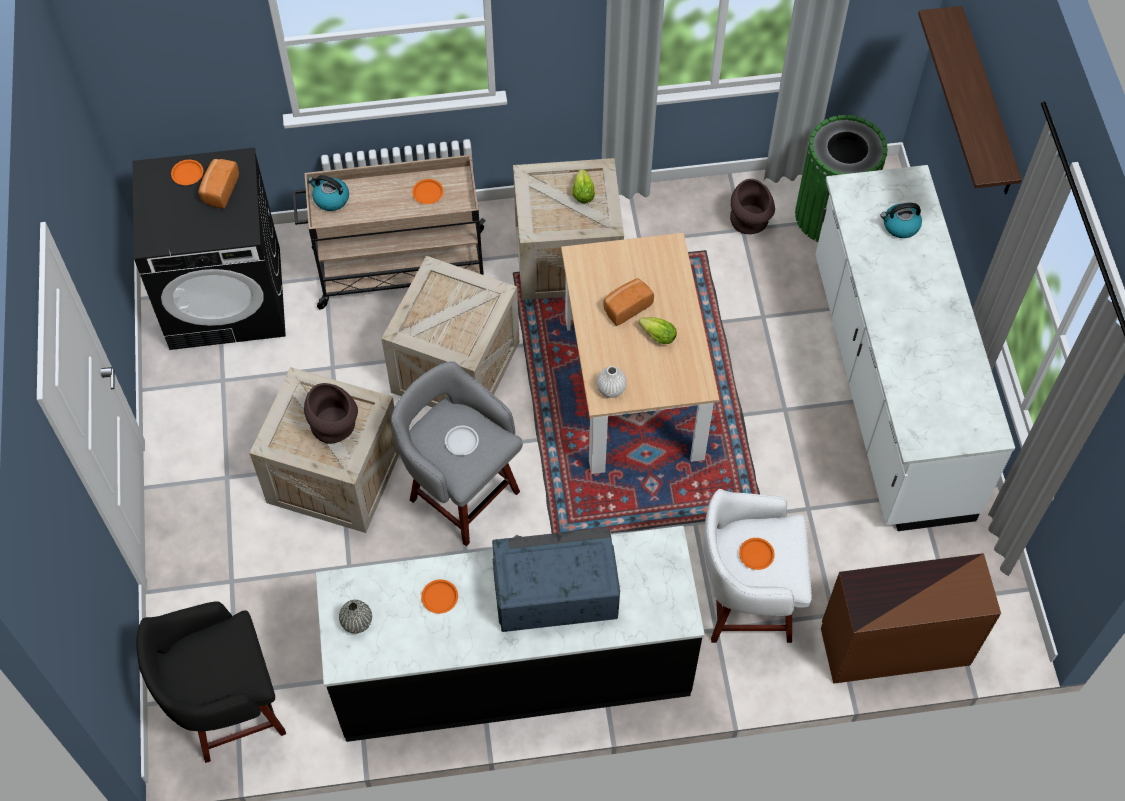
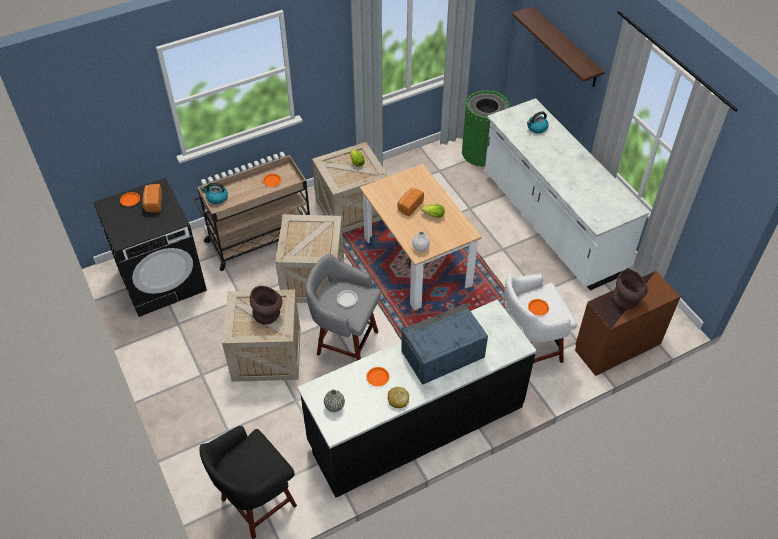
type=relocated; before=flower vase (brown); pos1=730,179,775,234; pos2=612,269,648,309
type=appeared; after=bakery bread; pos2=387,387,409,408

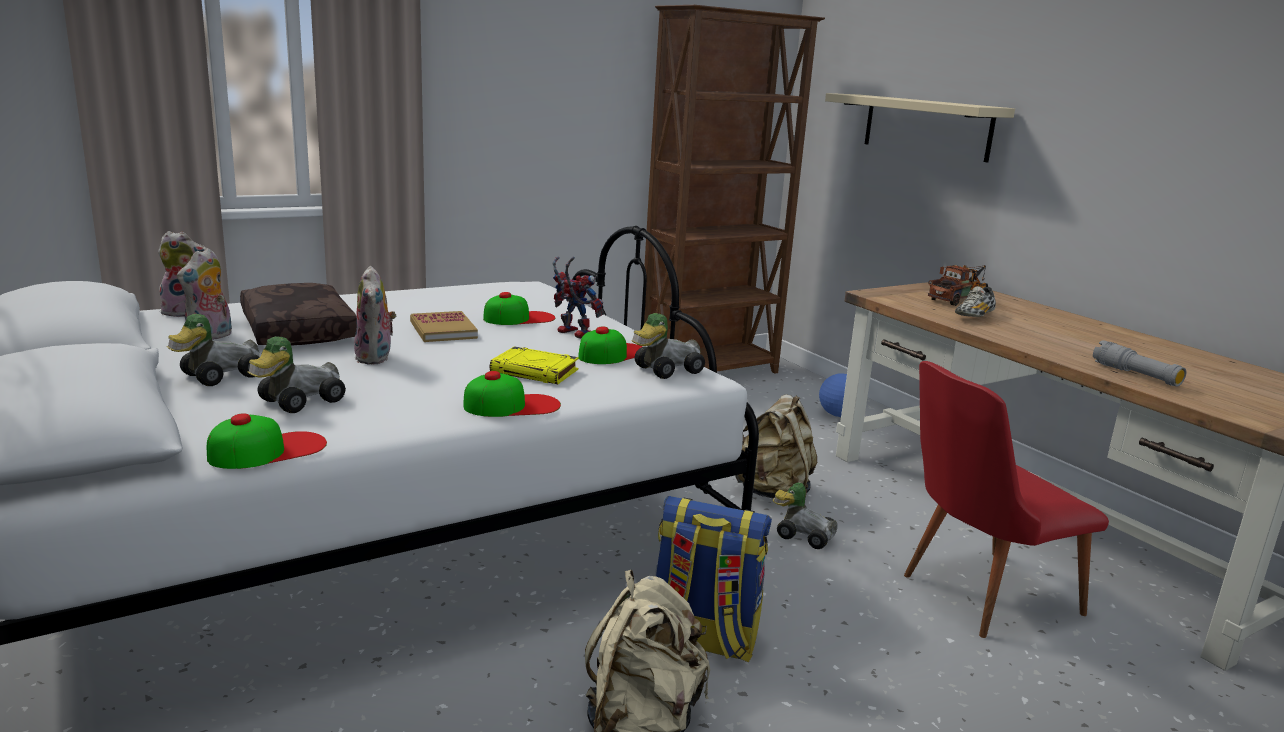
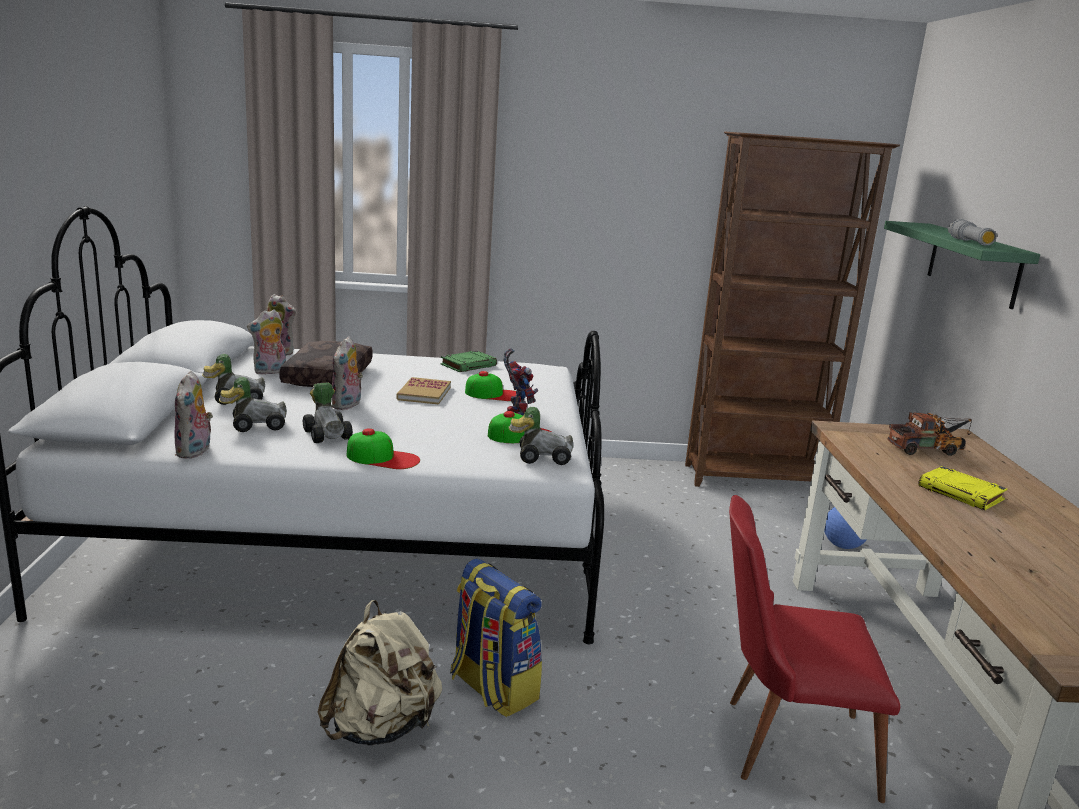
type=colour; before=wall shelf (beige); after=wall shelf (greenish); pos1=825,93,1015,162; pos2=884,221,1040,309
type=missing; before=item of footwear; pos1=955,286,996,317
type=relocated; before=torch (greyish); pos1=1093,340,1187,386; pos2=948,219,997,246
type=relocated; before=book (yellow); pos1=490,346,579,384; pos2=918,466,1007,510
type=missing; before=backpack (beige); pos1=735,394,817,499
type=exchanged; before=cap; after=cuddly toy; pos1=207,413,327,469; pos2=175,371,213,459
type=relocated; before=model car; pos1=773,482,837,549; pos2=303,382,353,443
type=appeared; after=book (greenish); pos2=440,351,497,372

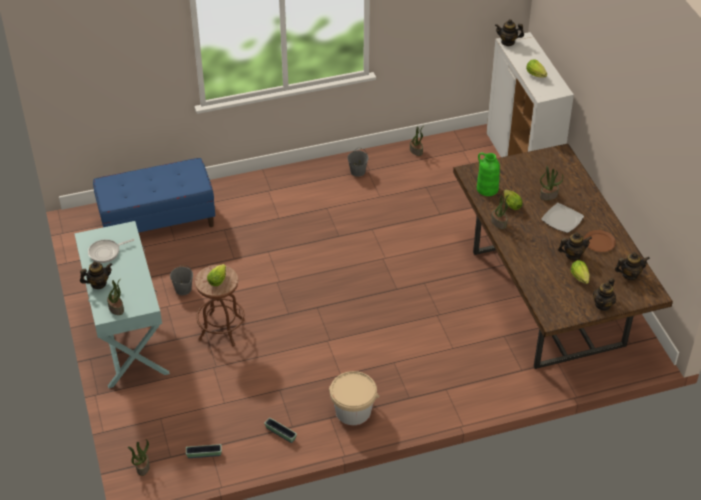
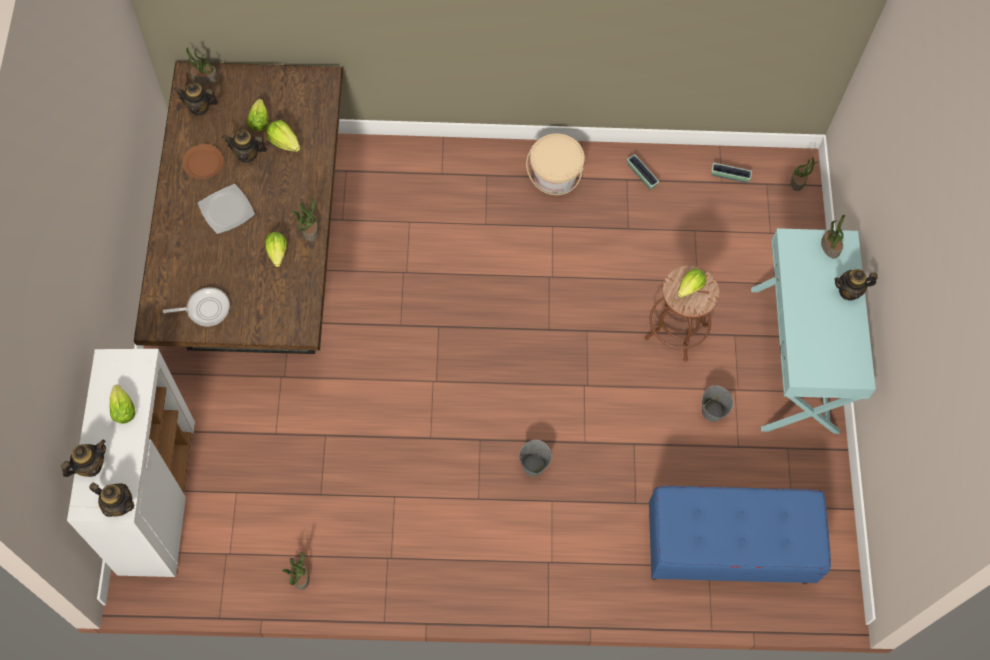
type=relocated; before=bucket (greyish); pos1=348,148,369,177; pos2=519,440,552,476
type=missing; before=flower vase (greenish); pos1=477,152,500,196
type=relocated; before=potted plant; pos1=540,166,563,200; pos2=186,47,218,85
type=relocated; before=frying pan; pos1=88,239,134,263; pos2=163,287,230,327
type=relocated; before=tea pot; pos1=593,278,616,311; pos2=61,440,106,477
type=appeared; after=head of lettuce; pos2=266,120,300,152

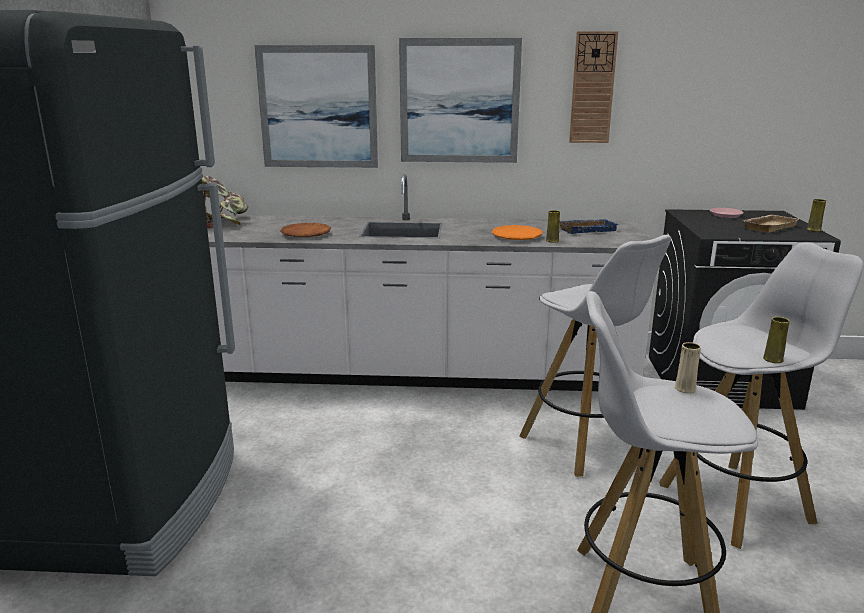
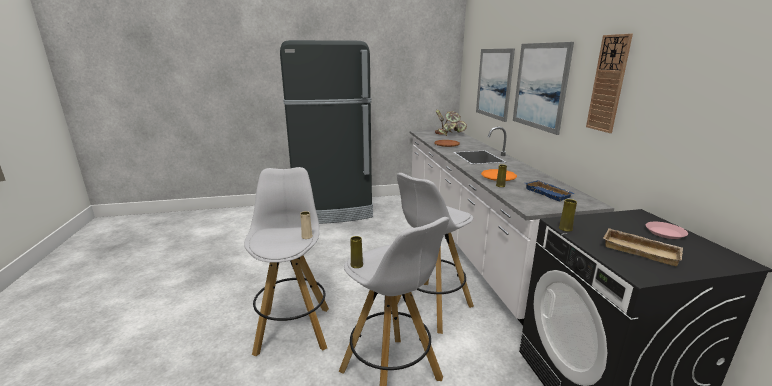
type=relocated; before=flower vase (yellow); pos1=807,199,826,232; pos2=559,199,577,232

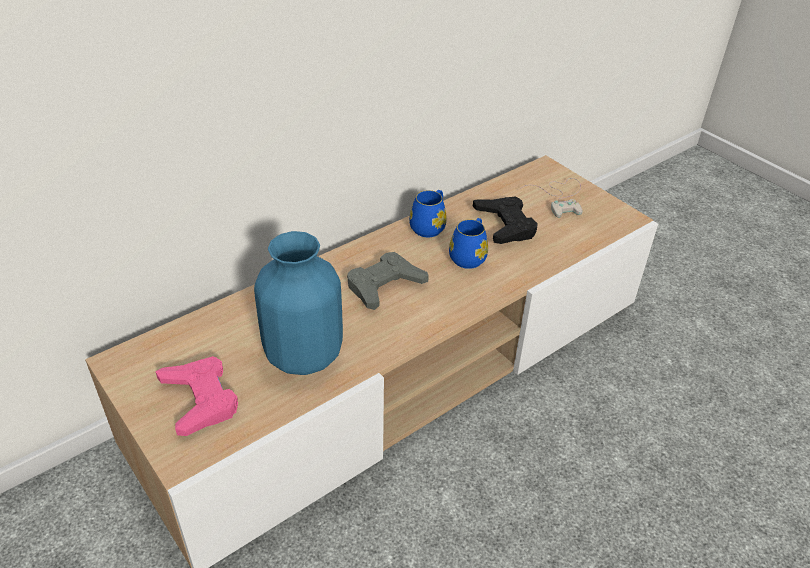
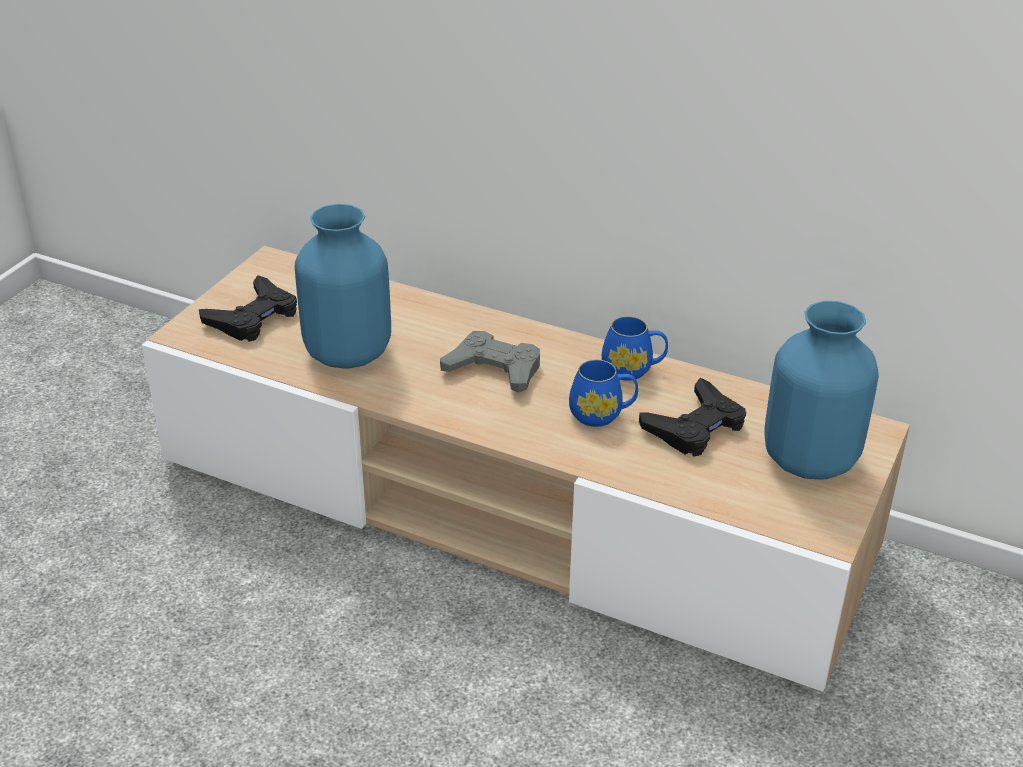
type=exchanged; before=game controller (white); after=flower vase (blue); pos1=520,178,583,218; pos2=764,301,879,479
type=colour; before=game controller (pink); after=game controller (black); pos1=155,356,238,436; pos2=199,275,297,342

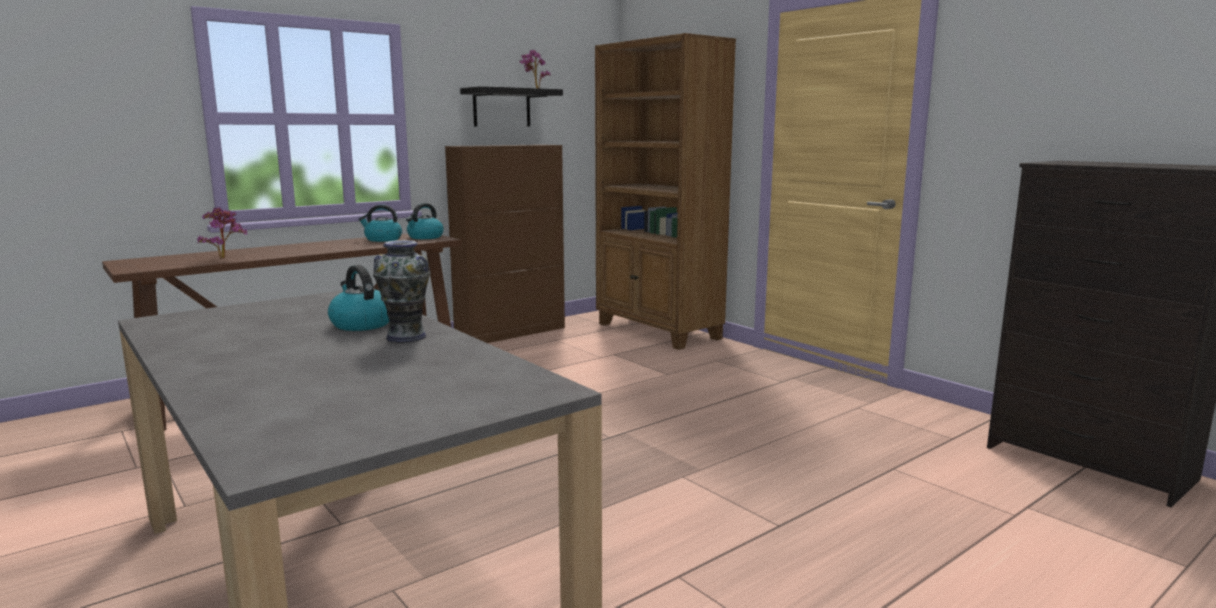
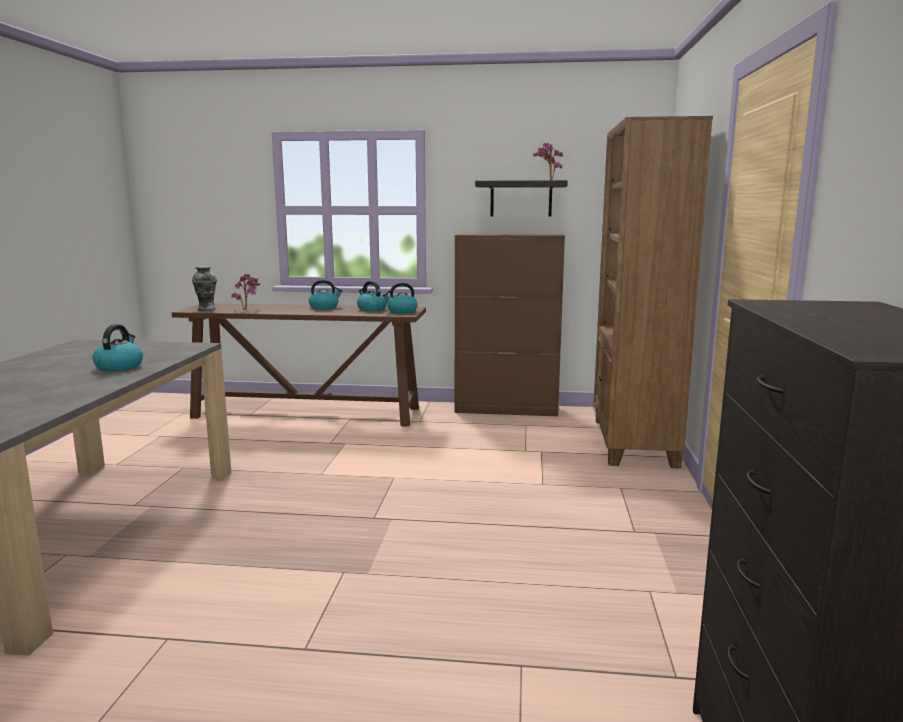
type=relocated; before=flower vase; pos1=373,240,431,342; pos2=192,266,217,311
type=appeared; after=tea kettle; pos2=309,280,342,309

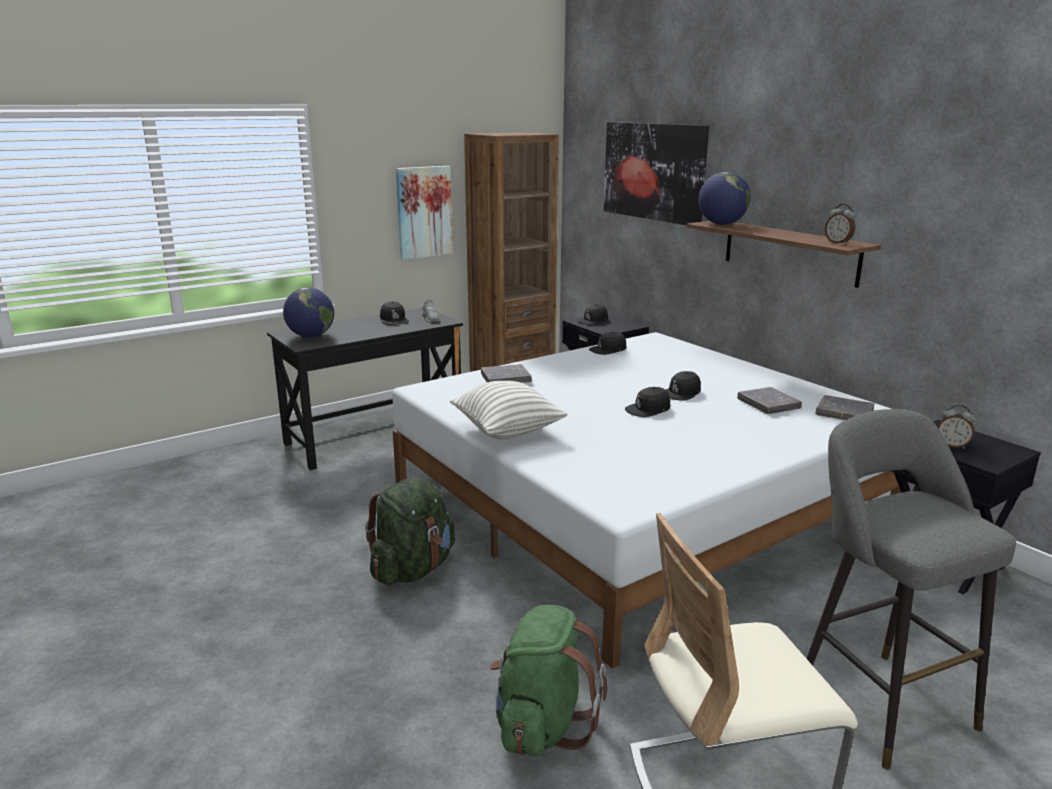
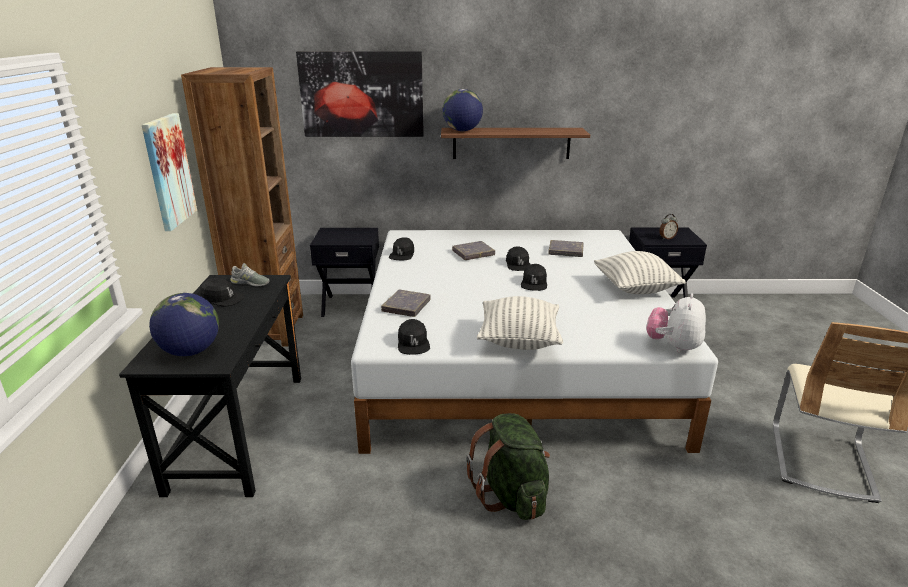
type=missing; before=bedside clock; pos1=825,204,856,244
type=relocated; before=cap (black); pos1=577,304,608,325; pos2=398,319,430,355
type=relocated; before=book (greyish); pos1=815,395,874,420; pos2=452,241,495,260
type=missing; before=stool (greyish); pos1=806,409,1016,770
type=missing; before=backpack (greenish); pos1=490,605,608,756
type=appeared; after=cushion; pos2=594,251,686,294
type=appeared; after=cuddly toy; pos2=647,293,706,354

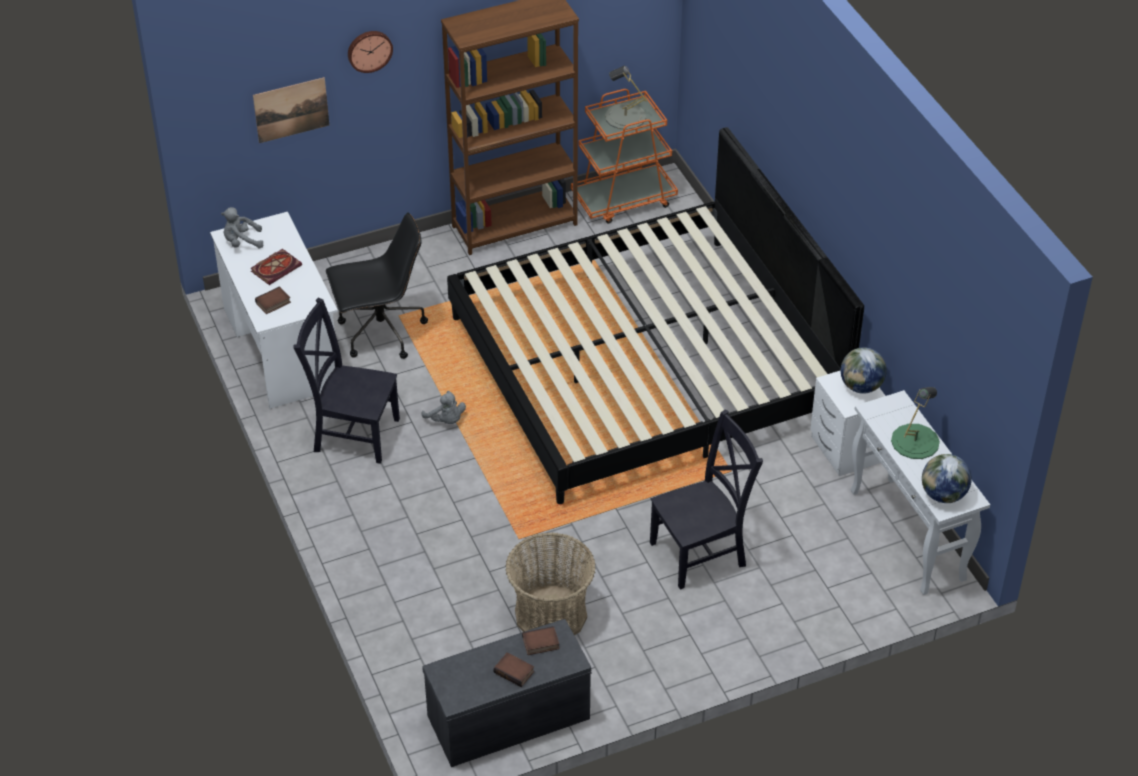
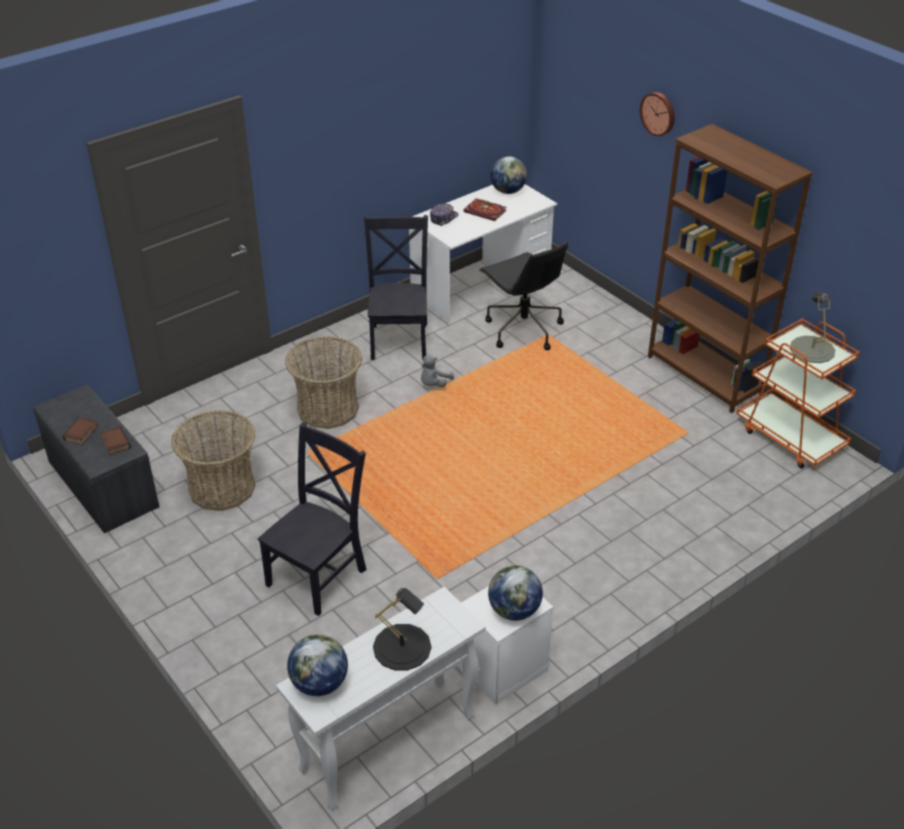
type=missing; before=picture; pos1=253,77,329,143
type=missing; before=bedroom bed; pos1=447,127,864,504
type=exchanged; before=cuddly toy (greyish); after=globe; pos1=221,207,264,248; pos2=490,156,527,194
type=exchanged; before=book; after=cap; pos1=255,286,291,314; pos2=430,203,459,226
type=colour; before=tabletop lamp (greenish); after=tabletop lamp (black); pos1=891,387,940,459; pos2=373,588,431,670
type=spun; before=plain chair (black); pos1=650,409,763,590; pos2=258,422,366,616; turn=-105
type=appeared; after=storage basket; pos2=285,336,362,429

